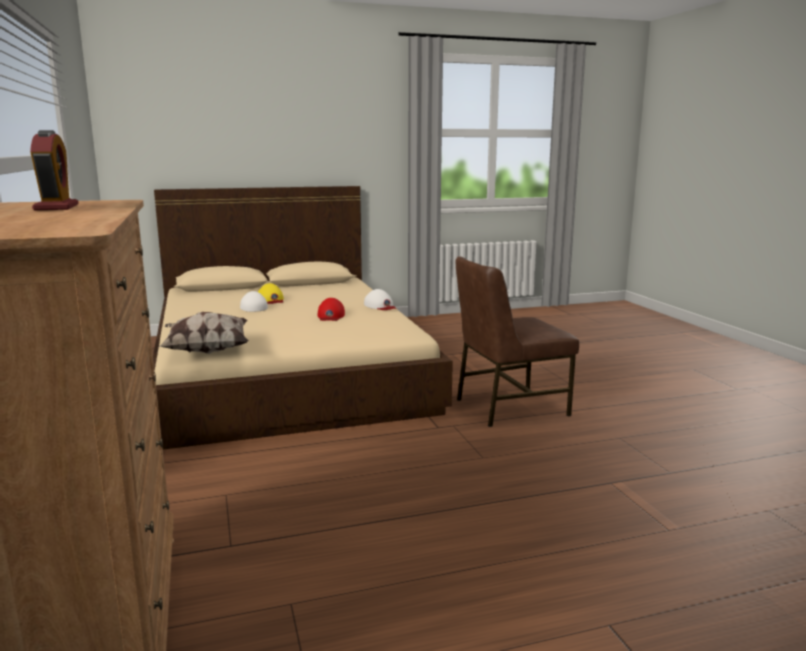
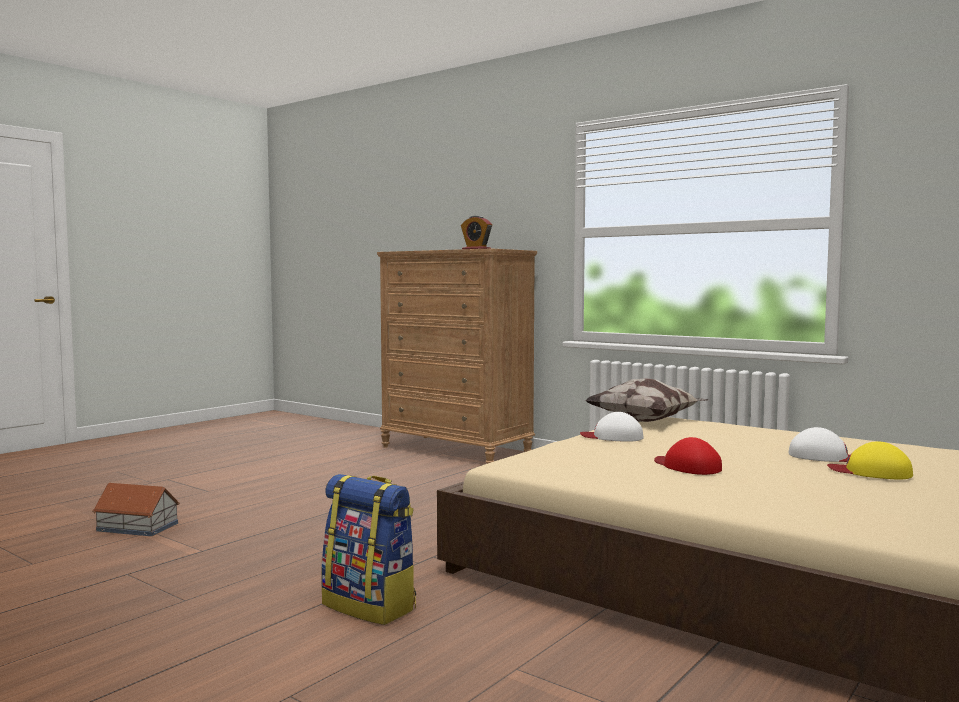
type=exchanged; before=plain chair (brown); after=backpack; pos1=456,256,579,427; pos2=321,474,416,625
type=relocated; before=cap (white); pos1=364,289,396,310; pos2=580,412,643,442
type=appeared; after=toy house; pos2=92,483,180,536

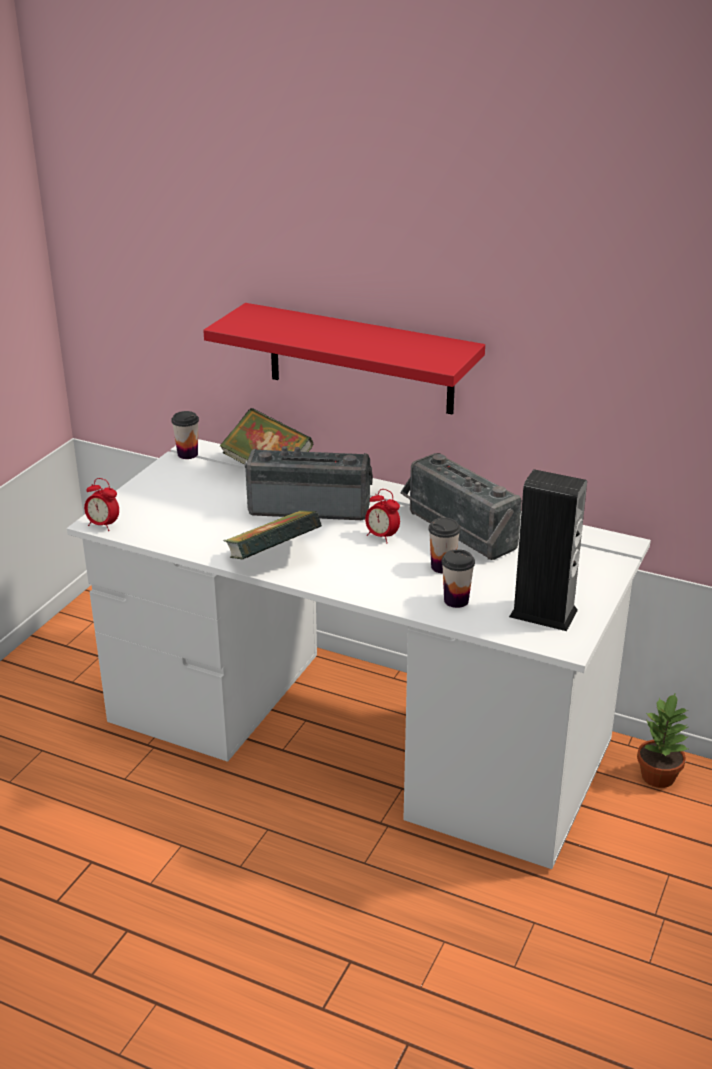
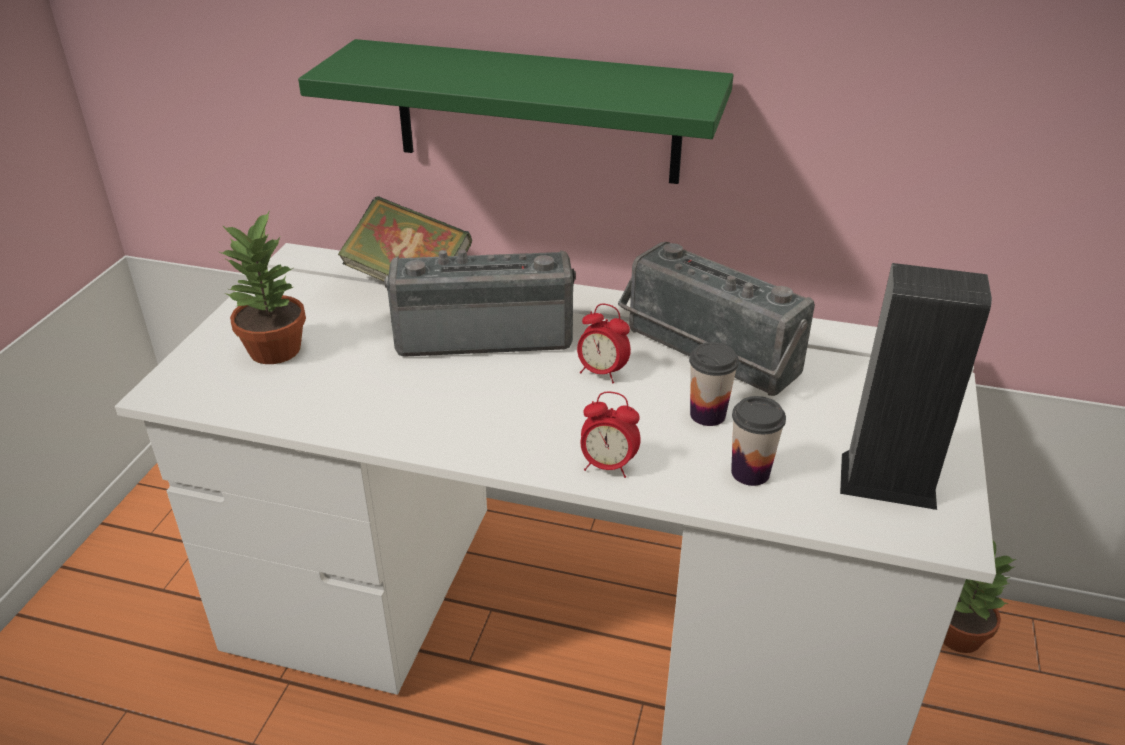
type=colour; before=wall shelf (red); after=wall shelf (greenish); pos1=203,303,485,415; pos2=298,39,733,184
type=missing; before=small cup; pos1=171,411,199,459
type=relocated; before=bedside clock; pos1=84,478,119,531; pos2=581,392,641,478
type=missing; before=book; pos1=224,510,321,560
type=appeared; after=potted plant; pos2=218,210,306,364

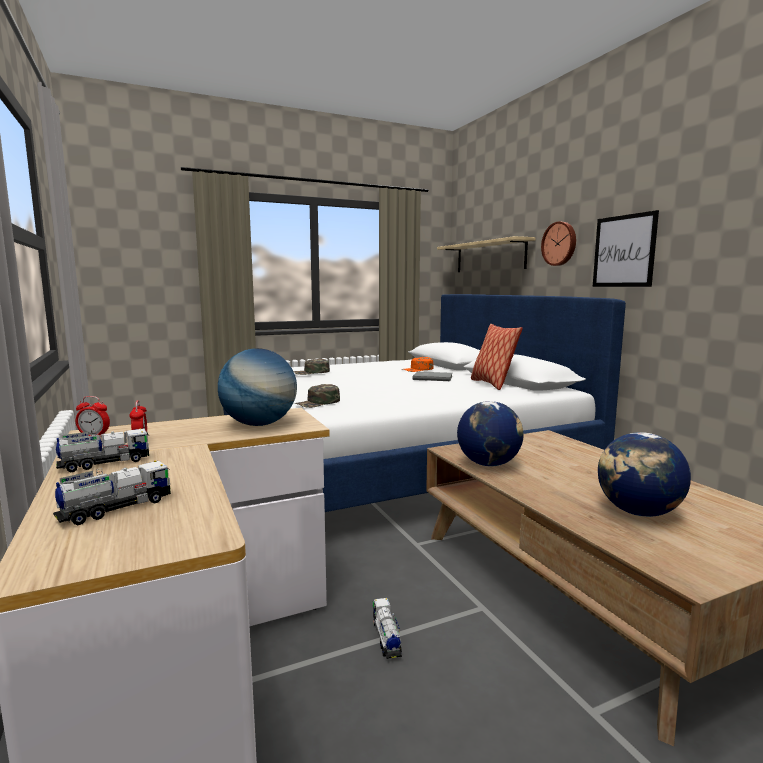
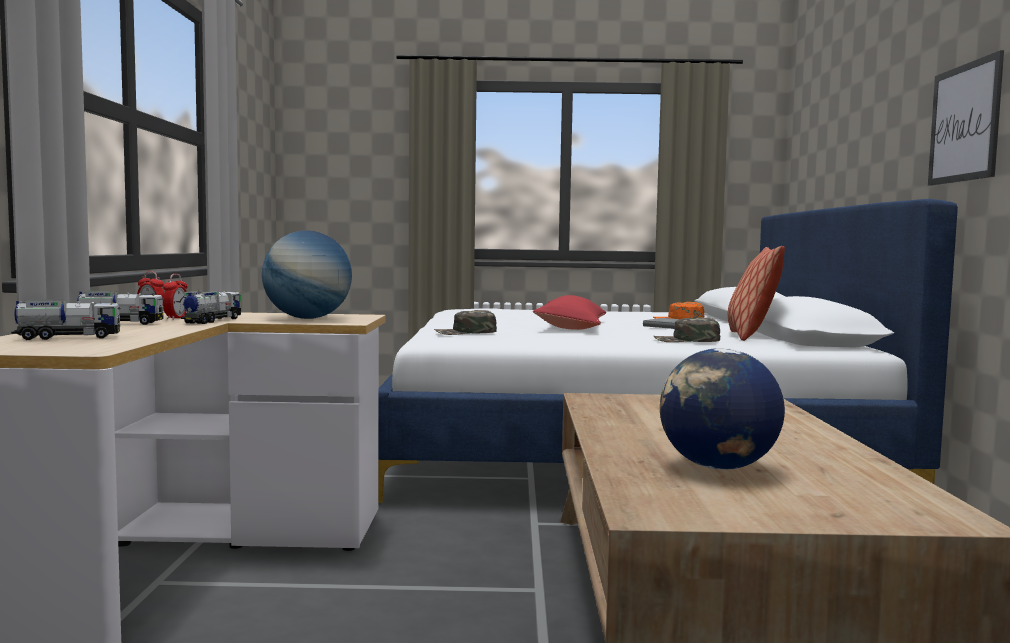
type=missing; before=hanging clock; pos1=541,221,576,266
type=missing; before=wall shelf (beige); pos1=437,236,536,272
type=relocated; before=cap (greenish); pos1=293,359,330,375; pos2=654,317,720,342
type=missing; before=globe; pos1=457,401,523,466
type=relocated; before=model truck; pos1=373,598,402,659; pos2=181,291,241,324
type=appeared; after=cushion (red); pos2=533,295,606,330

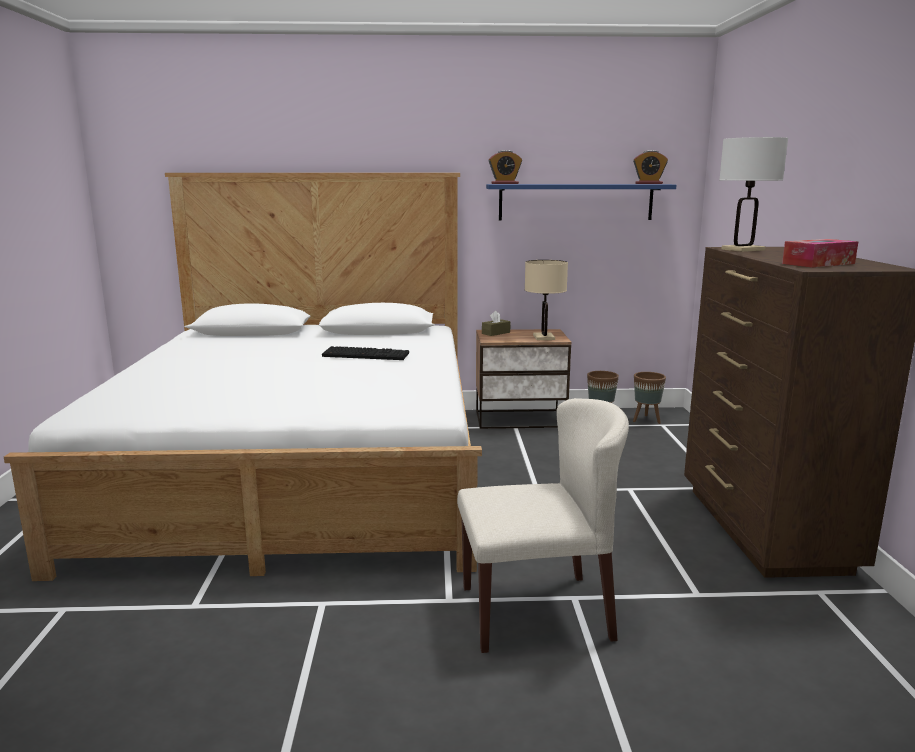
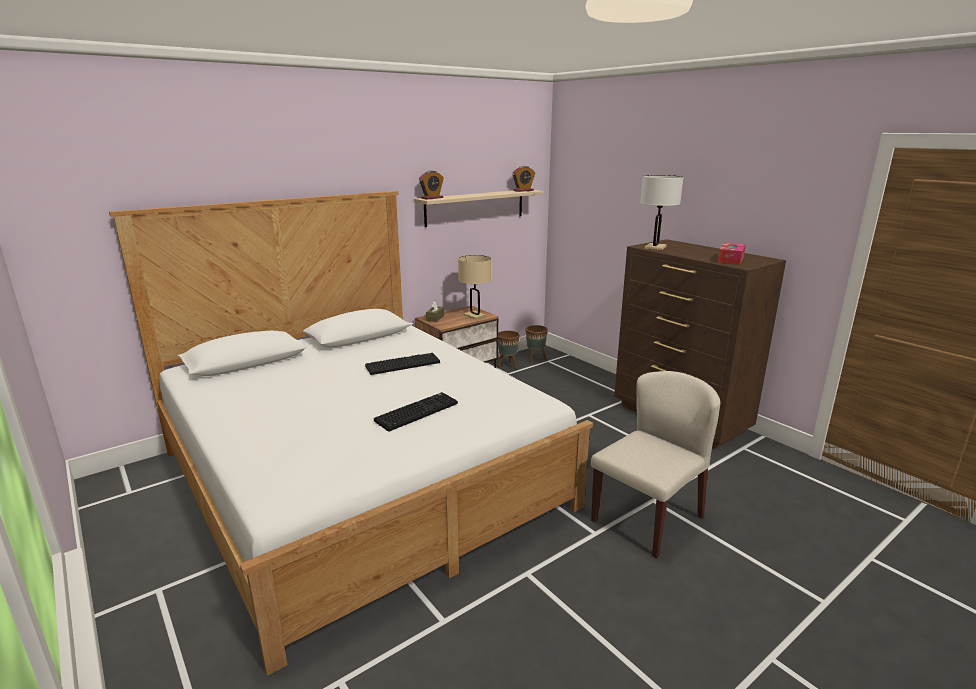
type=colour; before=wall shelf (blue); after=wall shelf (beige); pos1=486,184,676,220; pos2=414,190,544,227
type=appeared; after=PC keyboard; pos2=374,392,458,432

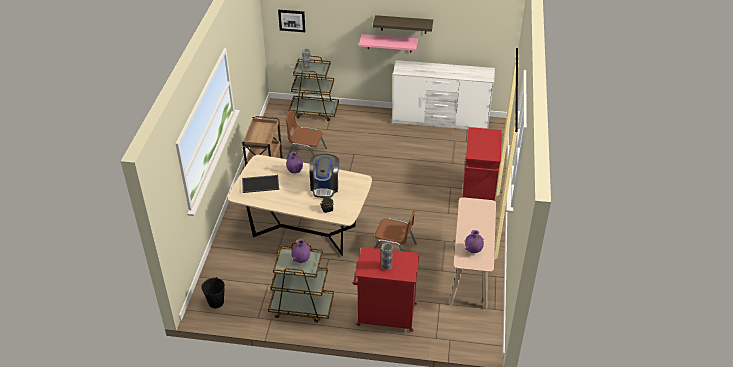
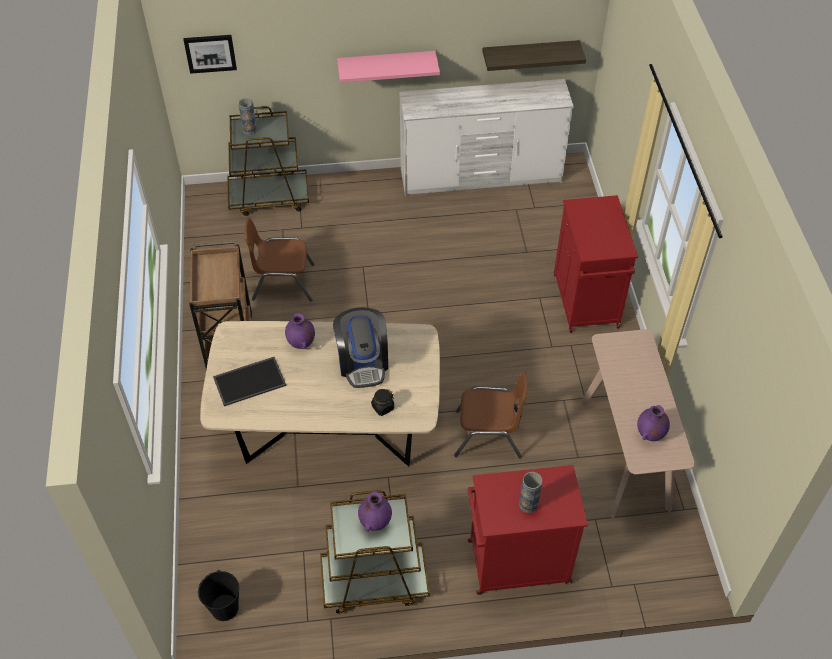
type=relocated; before=wall shelf; pos1=373,15,433,34; pos2=482,40,586,71

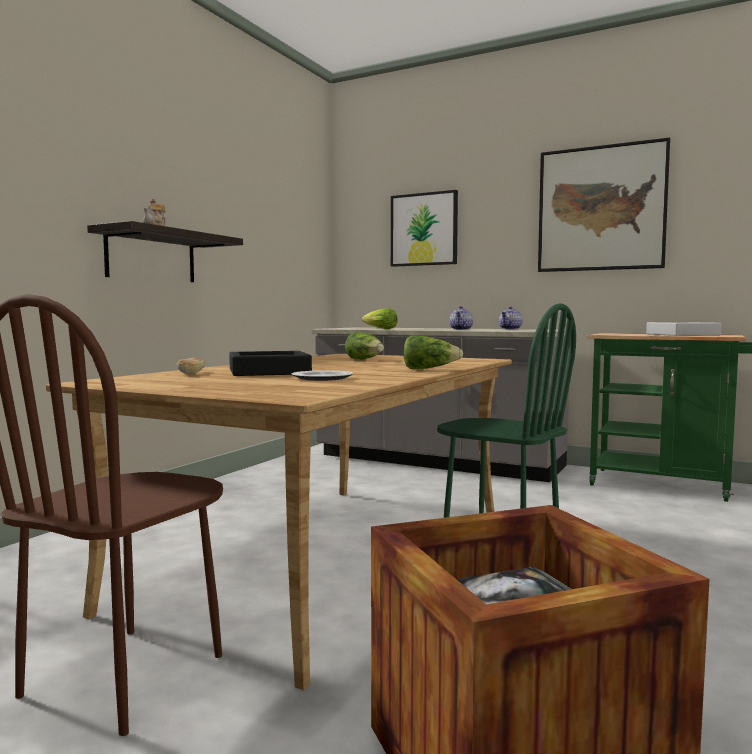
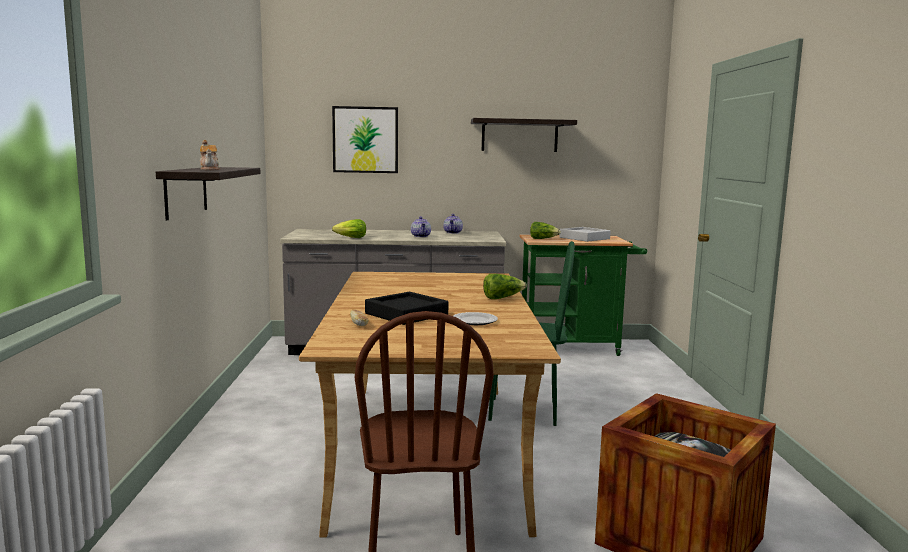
type=exchanged; before=picture; after=wall shelf; pos1=538,138,670,272; pos2=471,118,577,152
type=relocated; before=head of lettuce; pos1=345,332,384,360; pos2=530,222,561,239

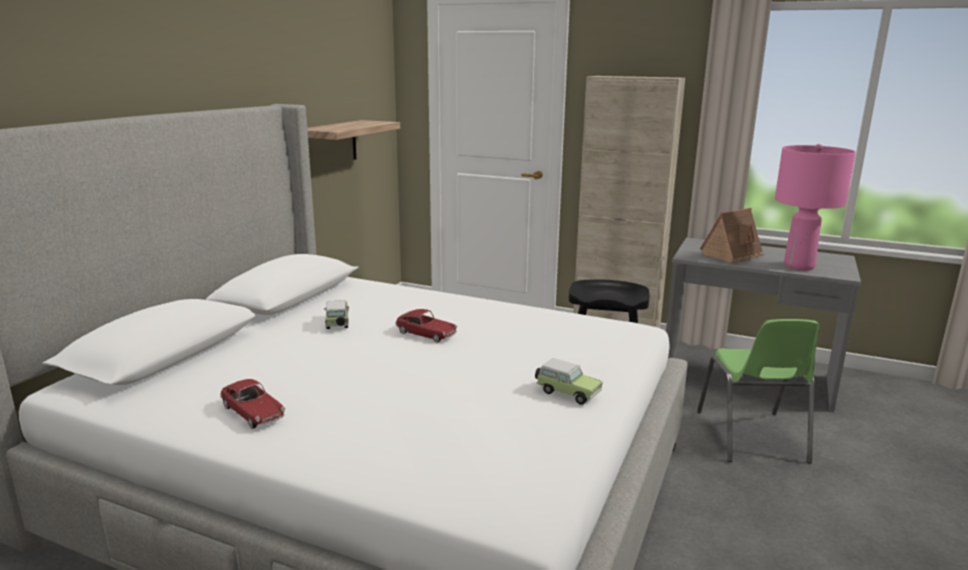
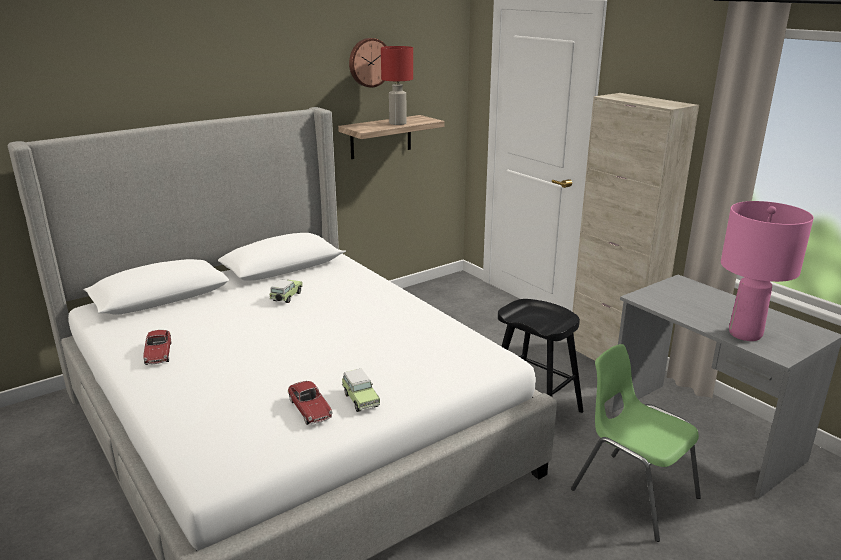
type=missing; before=toy house; pos1=700,208,765,263
type=relocated; before=model car; pos1=395,309,457,342; pos2=288,381,333,425
type=spun; before=plain chair (greenish); pos1=697,319,820,464; pos2=571,344,701,542; turn=105
type=appeared; after=hanging clock; pos2=349,38,387,88
type=appeared; after=tabletop lamp (red); pos2=381,46,413,125

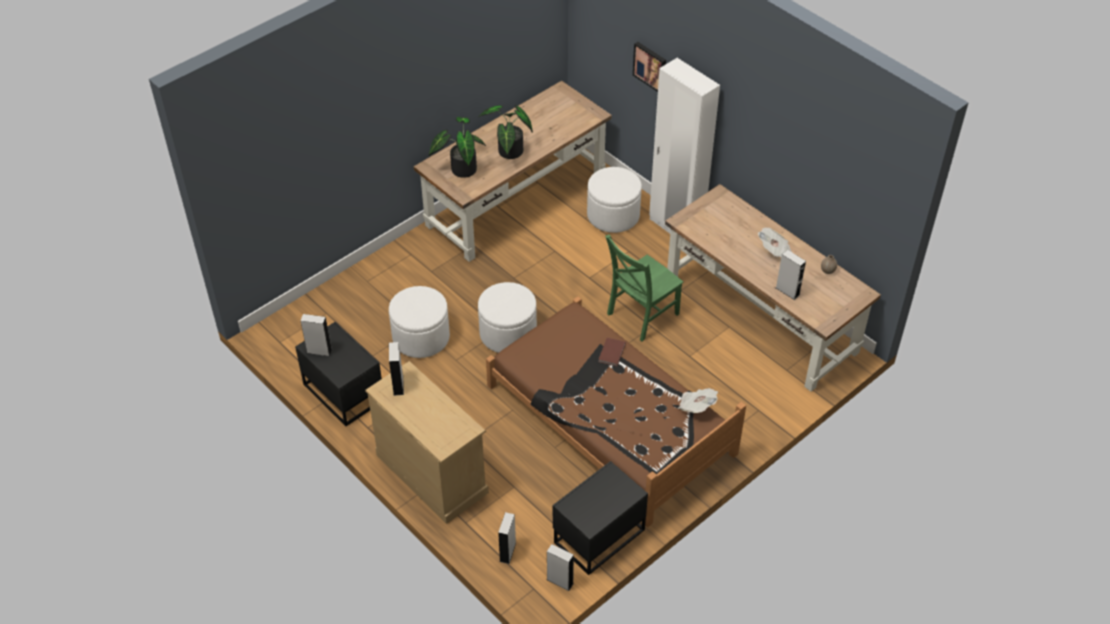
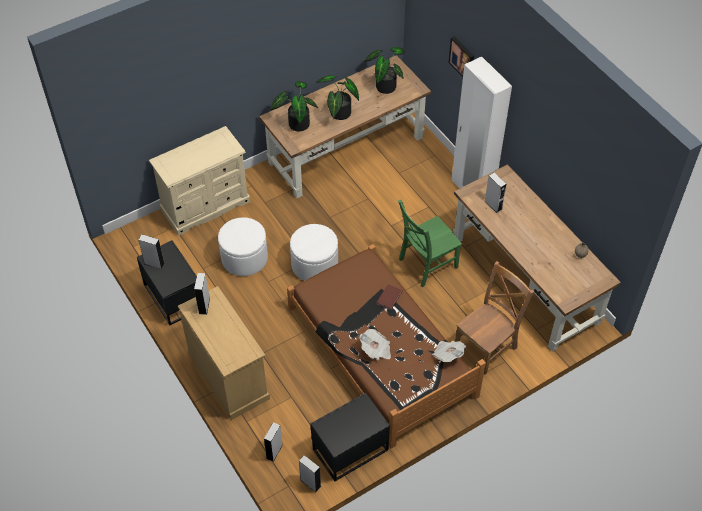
type=missing; before=footrest (white); pos1=587,167,642,233
type=relocated; before=newspaper; pos1=758,227,792,257; pos2=360,329,391,360
type=relocated; before=audio speaker (greyish); pos1=776,250,806,300; pos2=484,173,506,213
type=appeared; after=potted plant; pos2=364,47,405,94
type=appeared; after=dresser (beige); pos2=149,126,250,236
type=appeared; after=plain chair (brown); pos2=455,261,534,375

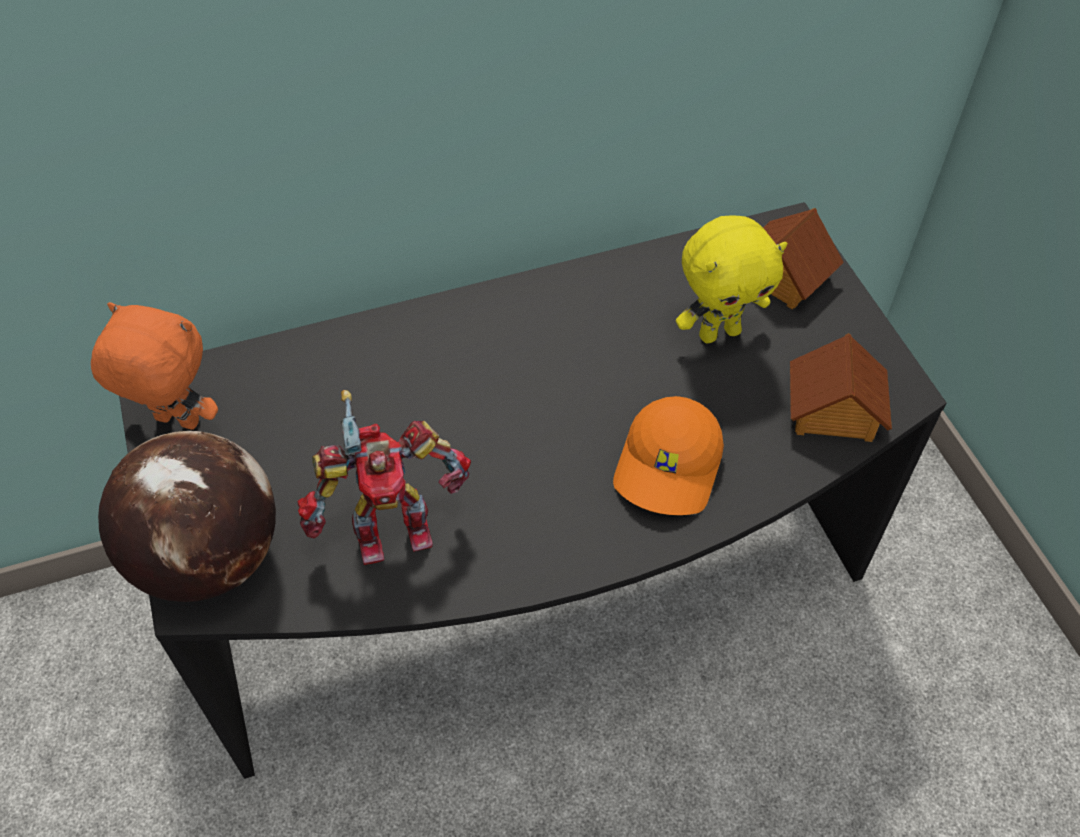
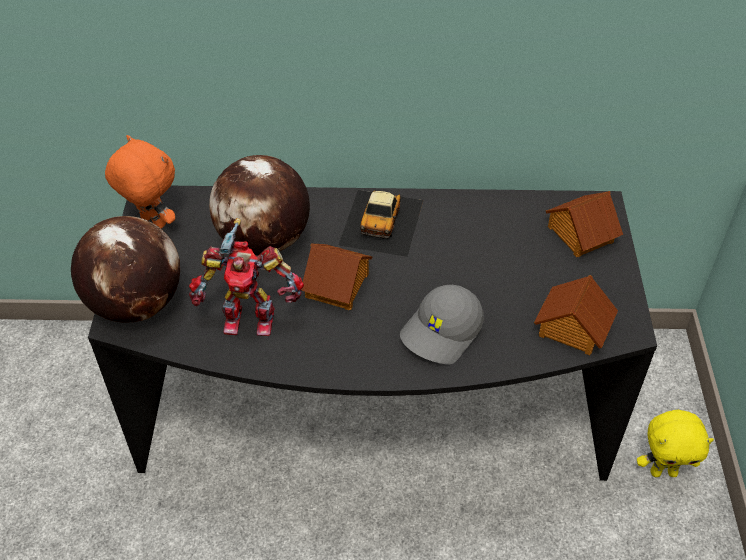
type=relocated; before=cuddly toy (yellow); pos1=676,216,787,343; pos2=637,410,714,477
type=colour; before=cap (orange); after=cap (greyish); pos1=613,396,724,515; pos2=400,285,484,365
type=appeared; after=globe; pos2=209,155,310,255
type=appeared; after=model car; pos2=338,190,423,257
type=appeared; after=toy house; pos2=301,243,372,310

